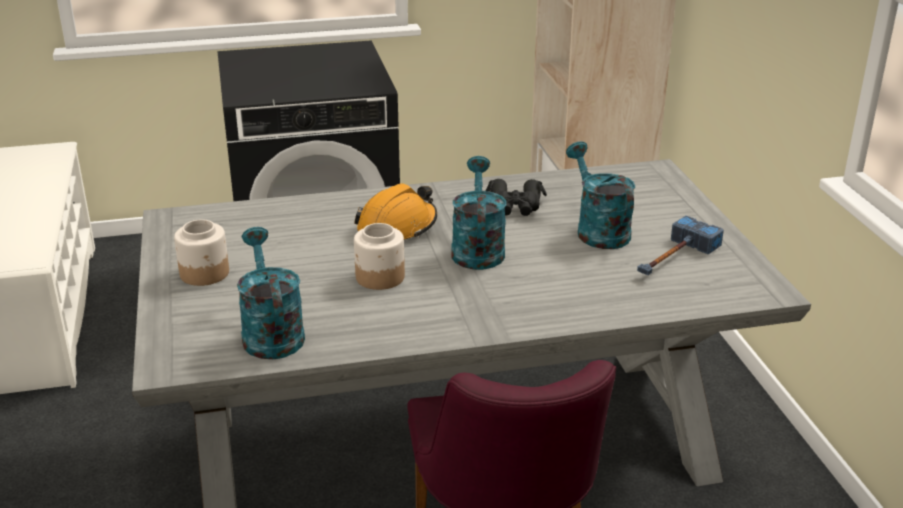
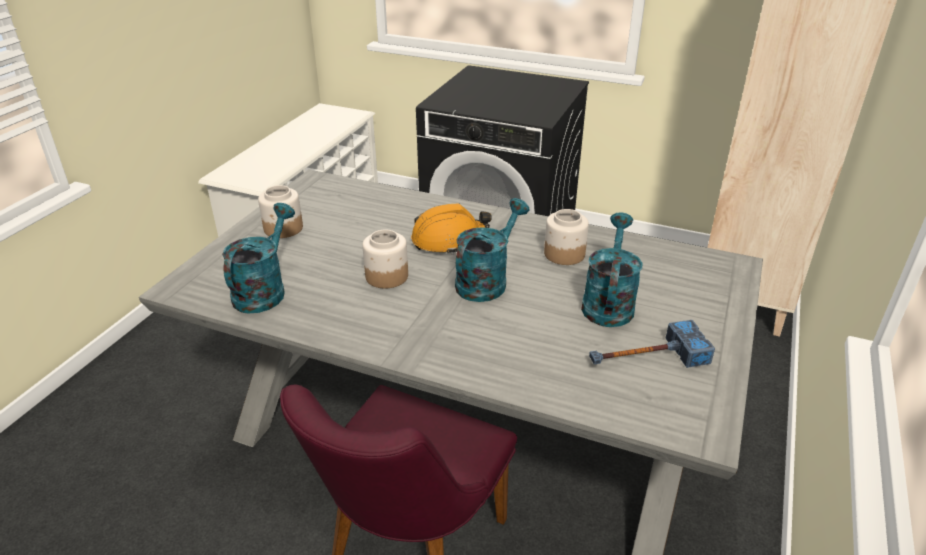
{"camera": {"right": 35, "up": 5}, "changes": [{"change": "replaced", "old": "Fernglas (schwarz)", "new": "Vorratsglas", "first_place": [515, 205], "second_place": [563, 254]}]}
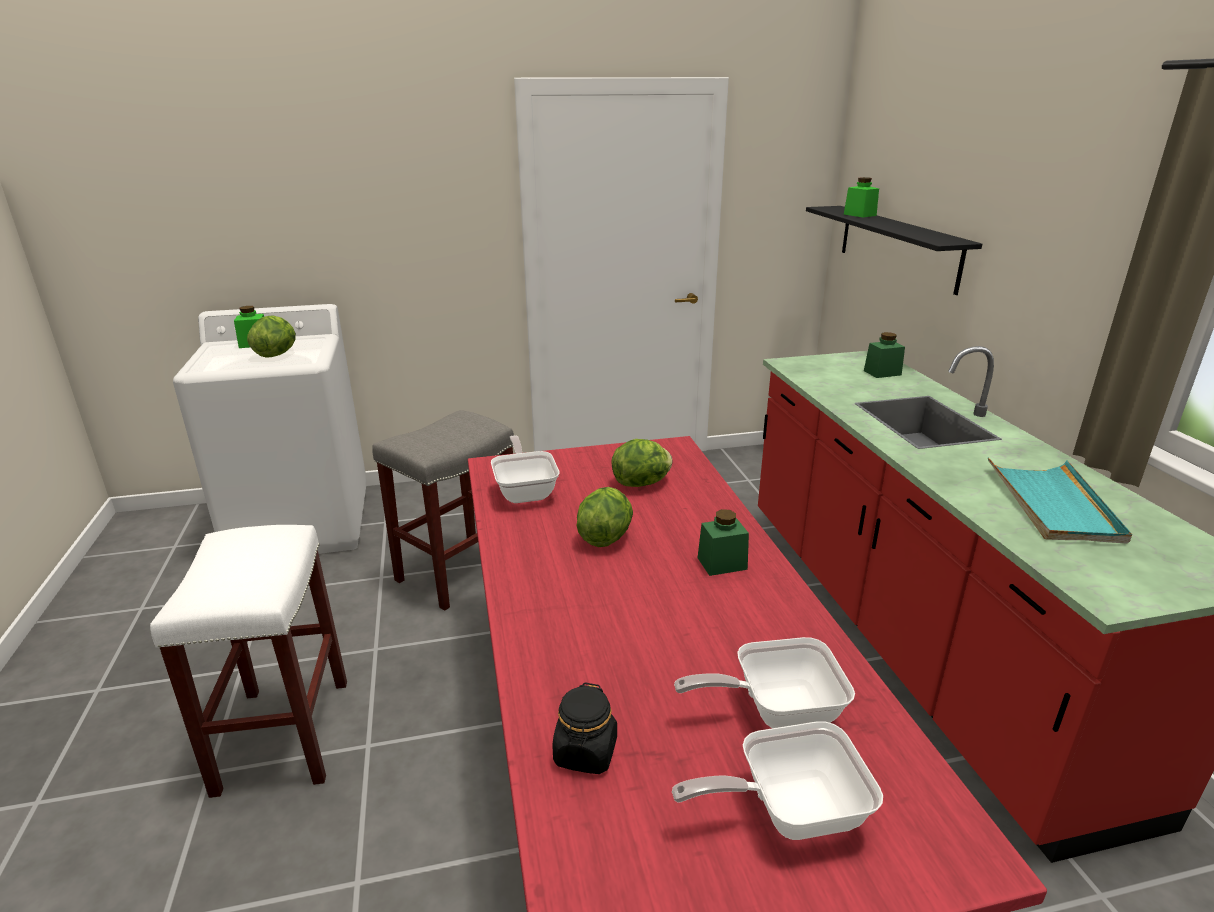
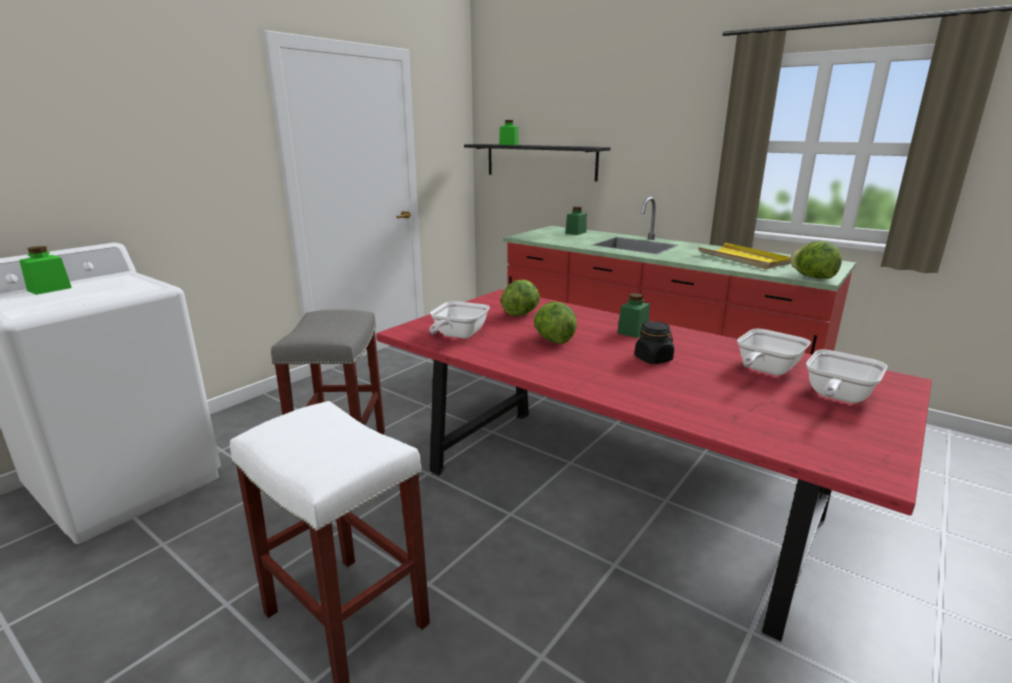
{"camera": {"right": -40, "up": -5}, "changes": [{"change": "moved", "old": "Salatkopf", "first_place": [277, 354], "second_place": [812, 277]}, {"change": "turned", "old": "Pfanne", "first_place": [525, 491], "second_place": [457, 336], "degrees": -105}, {"change": "recoloured", "old": "Tablett (türkis)", "new": "Tablett (gelb)", "first_place": [1052, 504], "second_place": [744, 259]}, {"change": "moved", "old": "Vorratsglas (schwarz)", "first_place": [585, 752], "second_place": [653, 359]}]}
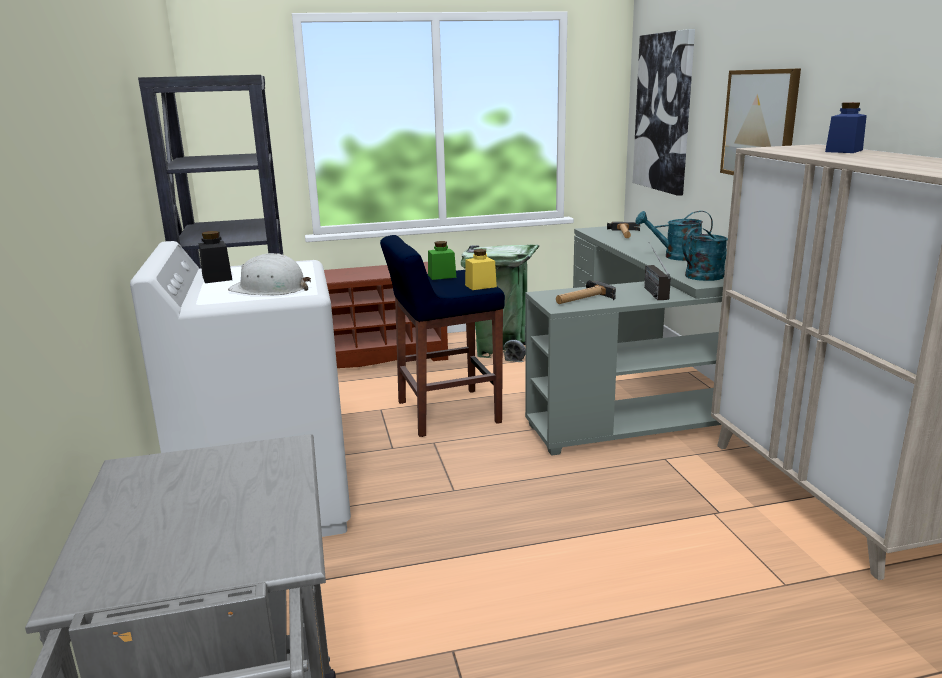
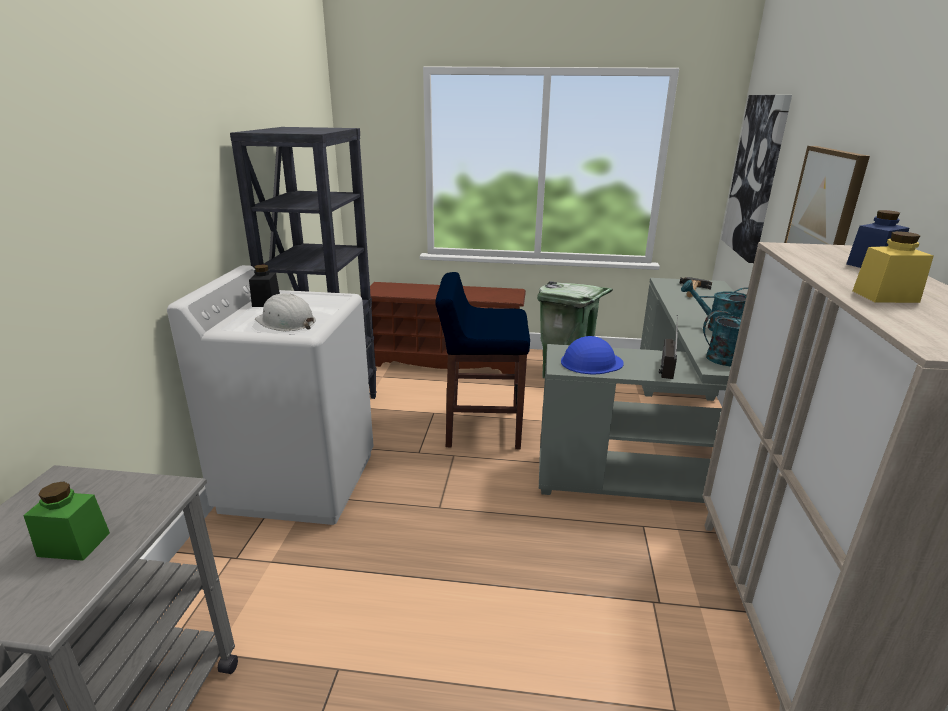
{"camera": {"right": 20, "up": 5}, "changes": [{"change": "moved", "old": "Vorratsglas (grün)", "first_place": [442, 276], "second_place": [74, 544]}, {"change": "moved", "old": "Vorratsglas (gelb)", "first_place": [480, 286], "second_place": [885, 296]}, {"change": "replaced", "old": "Hammer", "new": "Schutzhelm (blau)", "first_place": [583, 299], "second_place": [591, 362]}]}
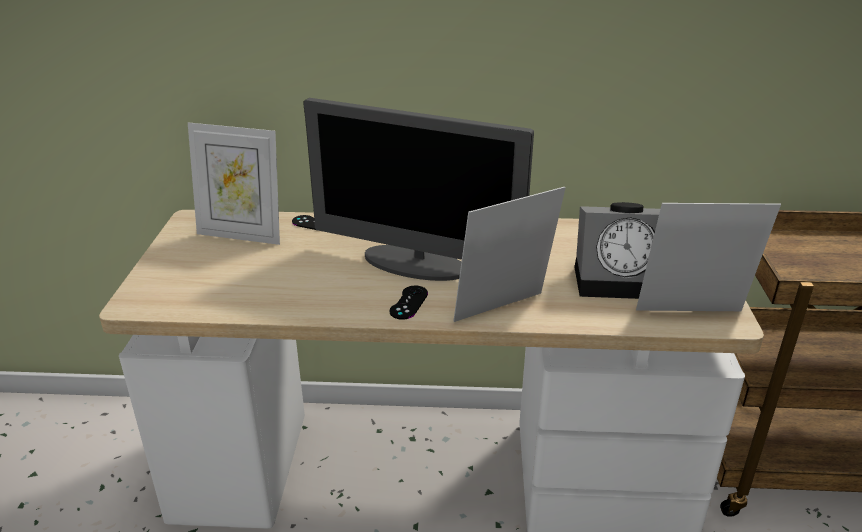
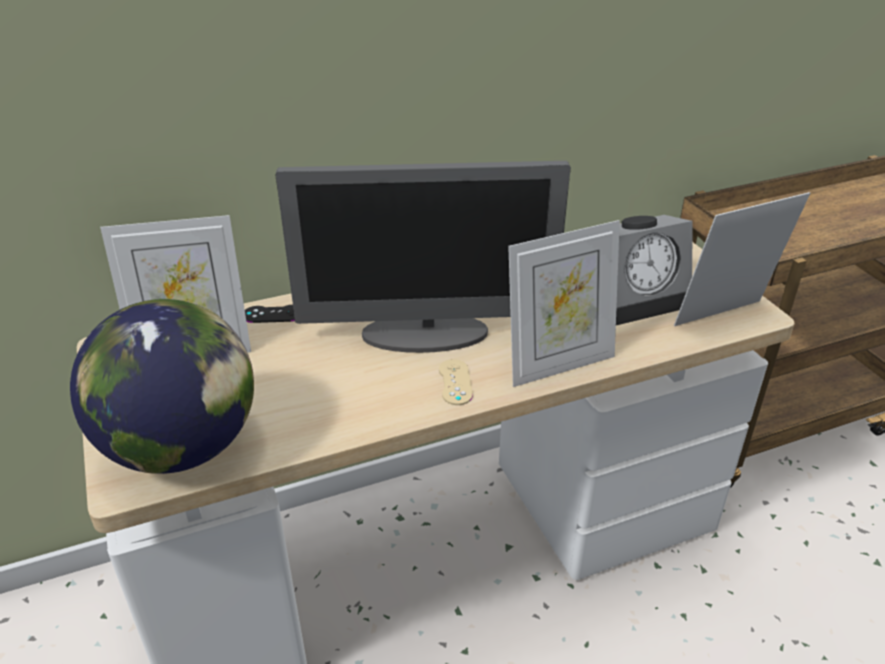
{"camera": {"right": -25, "up": 5}, "changes": [{"change": "turned", "old": "Bilderrahmen", "first_place": [504, 312], "second_place": [558, 364], "degrees": -150}, {"change": "recoloured", "old": "Gamepad (schwarz)", "new": "Gamepad (beige)", "first_place": [409, 302], "second_place": [455, 382]}, {"change": "added", "new": "Globus", "second_place": [181, 448]}]}
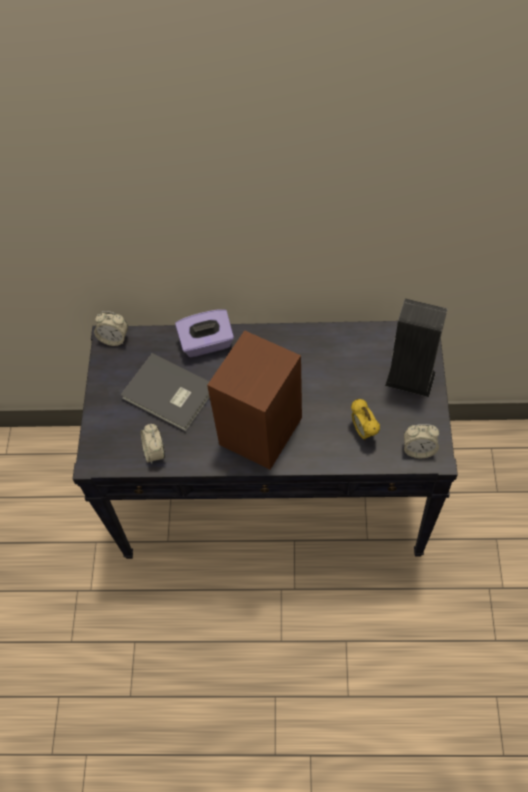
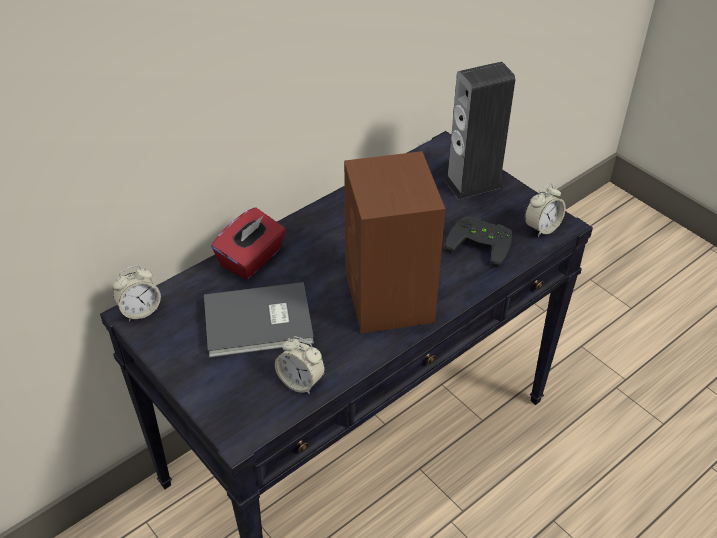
{"camera": {"right": -45, "up": -15}, "changes": [{"change": "recoloured", "old": "Taschentuchbox (lila)", "new": "Taschentuchbox (rot)", "first_place": [207, 343], "second_place": [252, 259]}, {"change": "replaced", "old": "Wecker", "new": "Gamepad (schwarz)", "first_place": [363, 431], "second_place": [481, 242]}]}
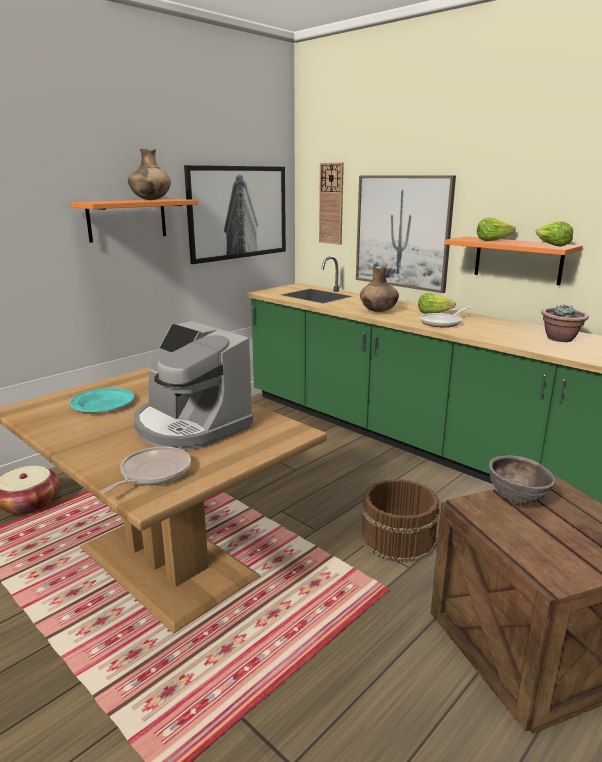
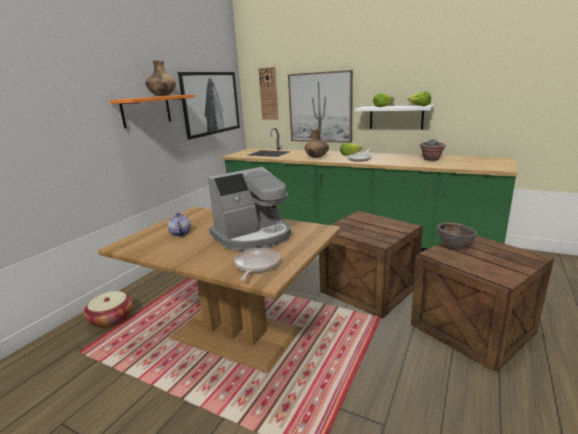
{"camera": {"right": -15, "up": 0}, "changes": [{"change": "recoloured", "old": "Wandregal (orange)", "new": "Wandregal (weiß)", "first_place": [518, 260], "second_place": [396, 117]}, {"change": "turned", "old": "Kaffeemaschine", "first_place": [190, 426], "second_place": [253, 236], "degrees": -60}, {"change": "replaced", "old": "Teller (türkis)", "new": "Teekanne", "first_place": [102, 404], "second_place": [180, 233]}, {"change": "replaced", "old": "Eimer (braun)", "new": "Kiste", "first_place": [397, 538], "second_place": [368, 289]}]}
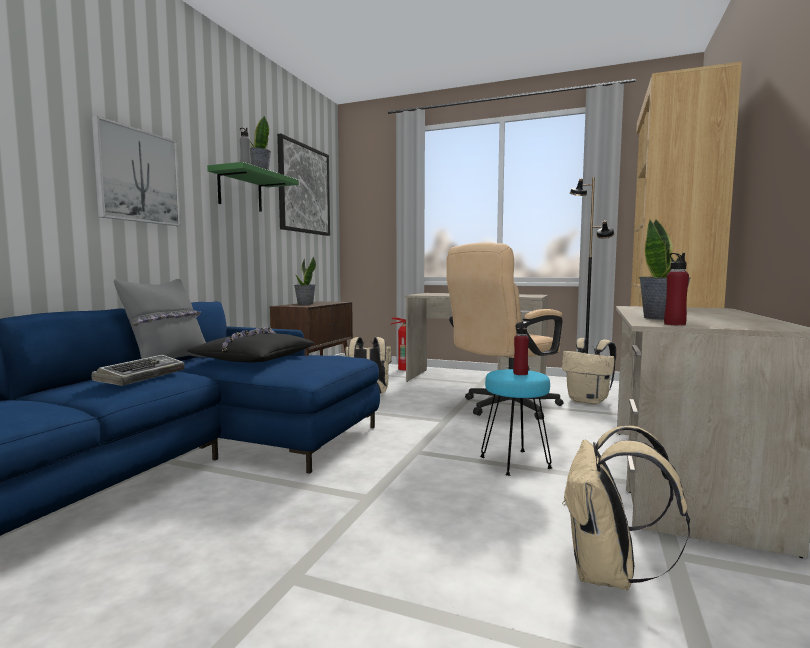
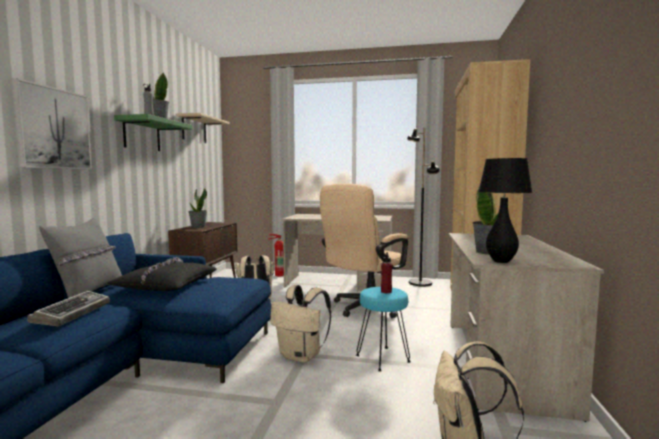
{"camera": {"right": -10, "up": 0}, "changes": [{"change": "replaced", "old": "Bild", "new": "Wandregal (beige)", "first_place": [304, 189], "second_place": [194, 129]}, {"change": "replaced", "old": "Flasche (rot)", "new": "Tischlampe (schwarz)", "first_place": [674, 324], "second_place": [501, 261]}, {"change": "moved", "old": "Rucksack (beige)", "first_place": [589, 401], "second_place": [301, 356]}]}
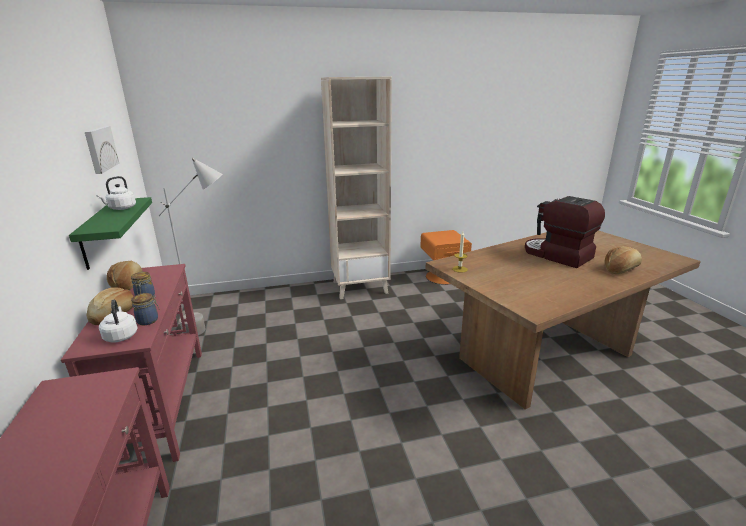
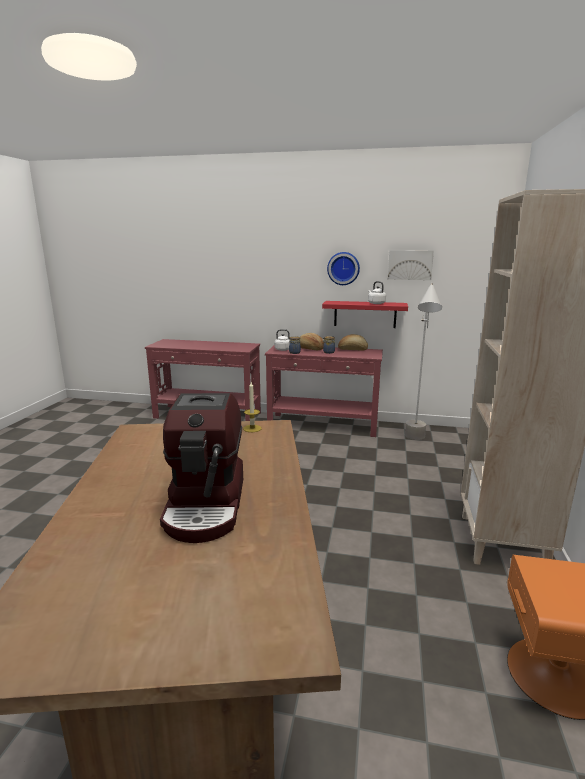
{"camera": {"right": 115, "up": -5}, "changes": [{"change": "turned", "old": "Kaffeemaschine", "first_place": [557, 255], "second_place": [207, 505], "degrees": 105}, {"change": "recoloured", "old": "Wandregal (grün)", "new": "Wandregal (rot)", "first_place": [98, 233], "second_place": [365, 314]}, {"change": "removed", "old": "Brot", "first_place": [621, 269]}, {"change": "added", "new": "Wanduhr", "second_place": [343, 268]}]}
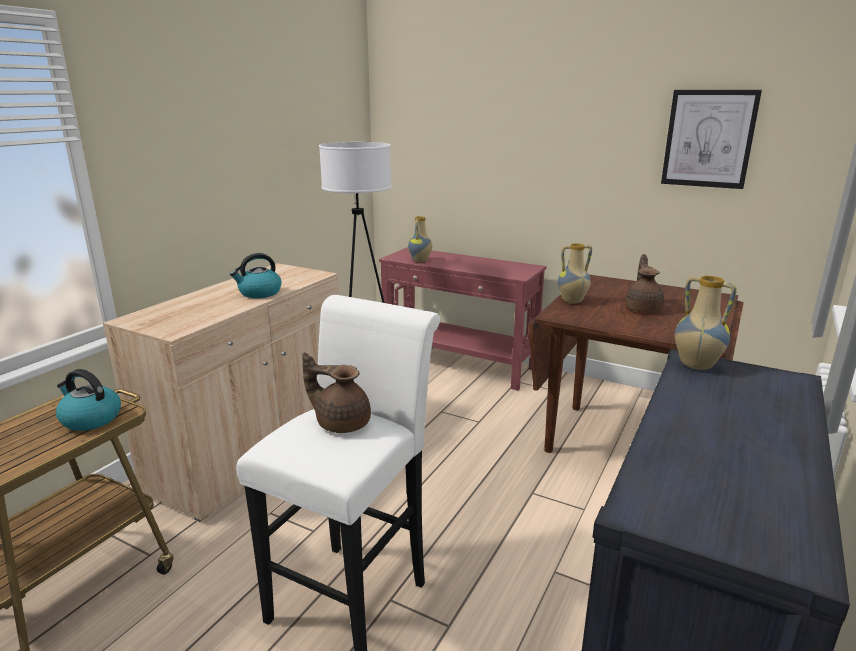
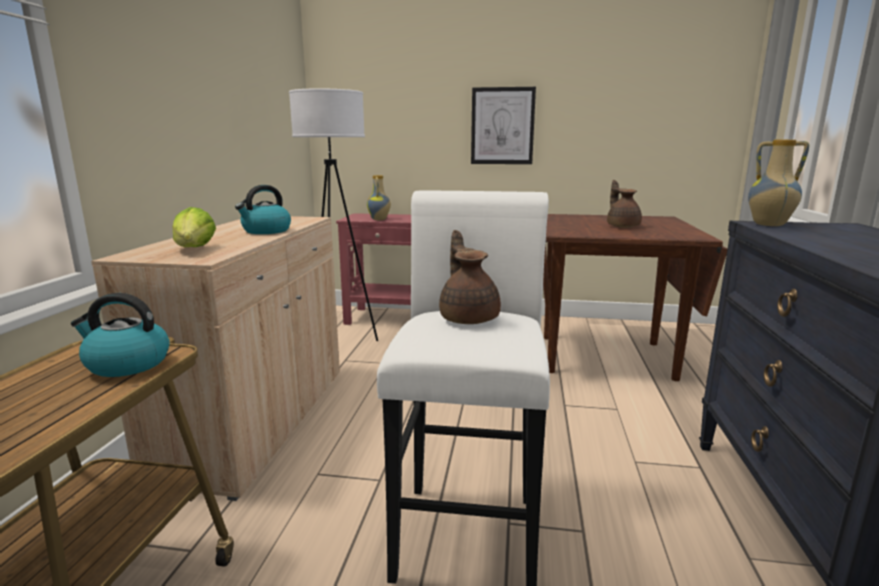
{"camera": {"right": -20, "up": -5}, "changes": [{"change": "moved", "old": "Bild", "first_place": [708, 139], "second_place": [502, 126]}, {"change": "removed", "old": "Vase", "first_place": [572, 301]}, {"change": "turned", "old": "Teekanne (braun)", "first_place": [341, 423], "second_place": [469, 318], "degrees": 75}, {"change": "added", "new": "Salatkopf", "second_place": [194, 249]}]}
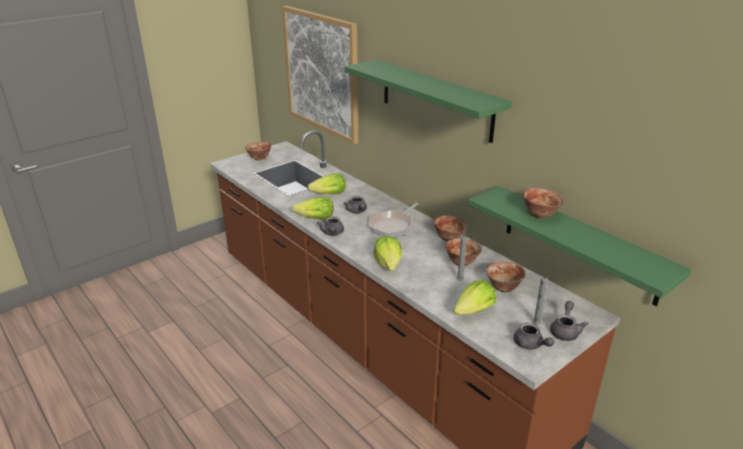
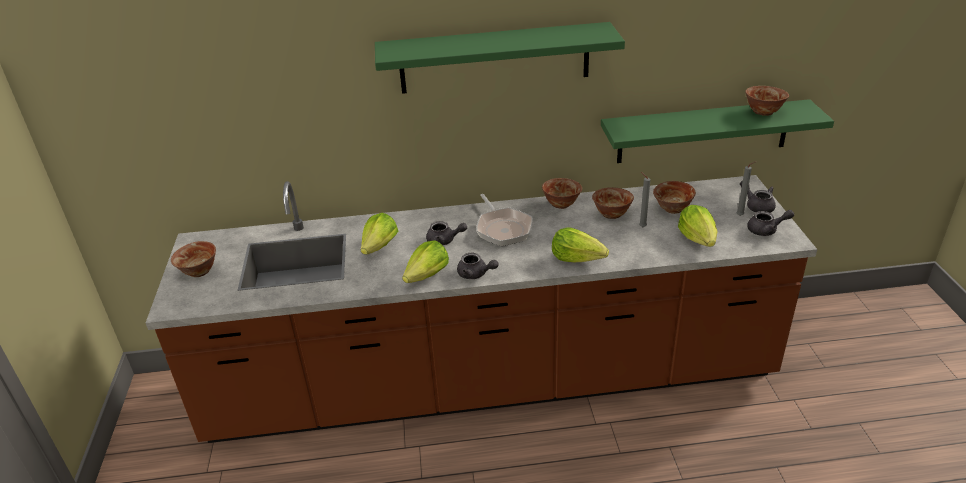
{"camera": {"right": -55, "up": 5}, "changes": [{"change": "removed", "old": "Bild", "first_place": [322, 73]}, {"change": "moved", "old": "Schüssel", "first_place": [540, 214], "second_place": [763, 112]}]}
